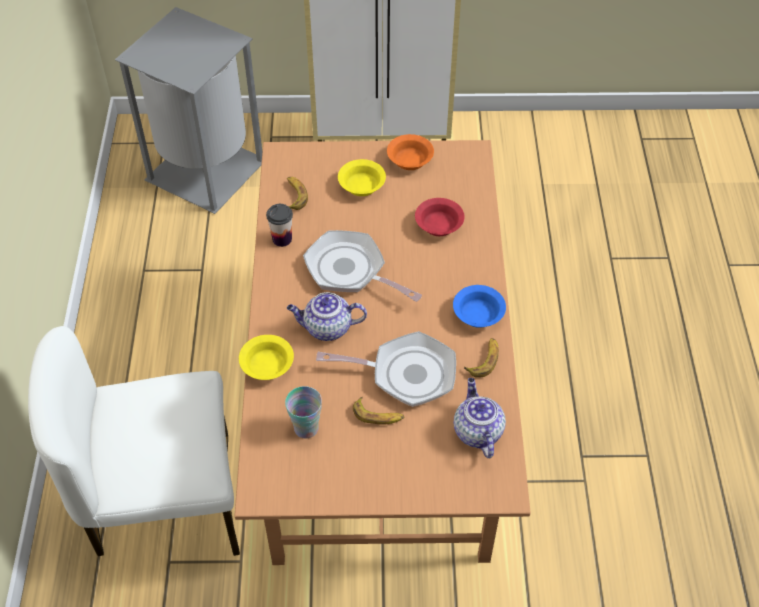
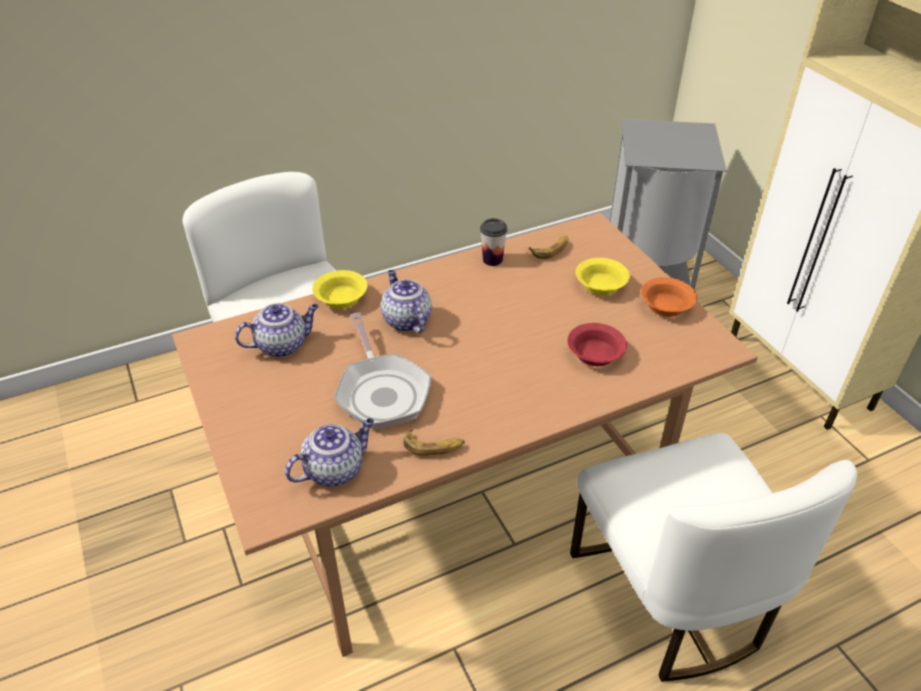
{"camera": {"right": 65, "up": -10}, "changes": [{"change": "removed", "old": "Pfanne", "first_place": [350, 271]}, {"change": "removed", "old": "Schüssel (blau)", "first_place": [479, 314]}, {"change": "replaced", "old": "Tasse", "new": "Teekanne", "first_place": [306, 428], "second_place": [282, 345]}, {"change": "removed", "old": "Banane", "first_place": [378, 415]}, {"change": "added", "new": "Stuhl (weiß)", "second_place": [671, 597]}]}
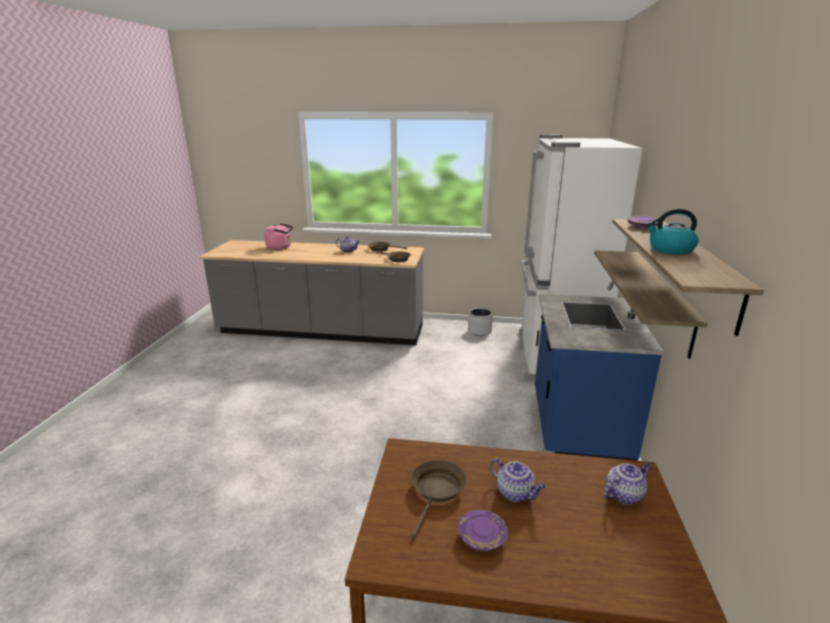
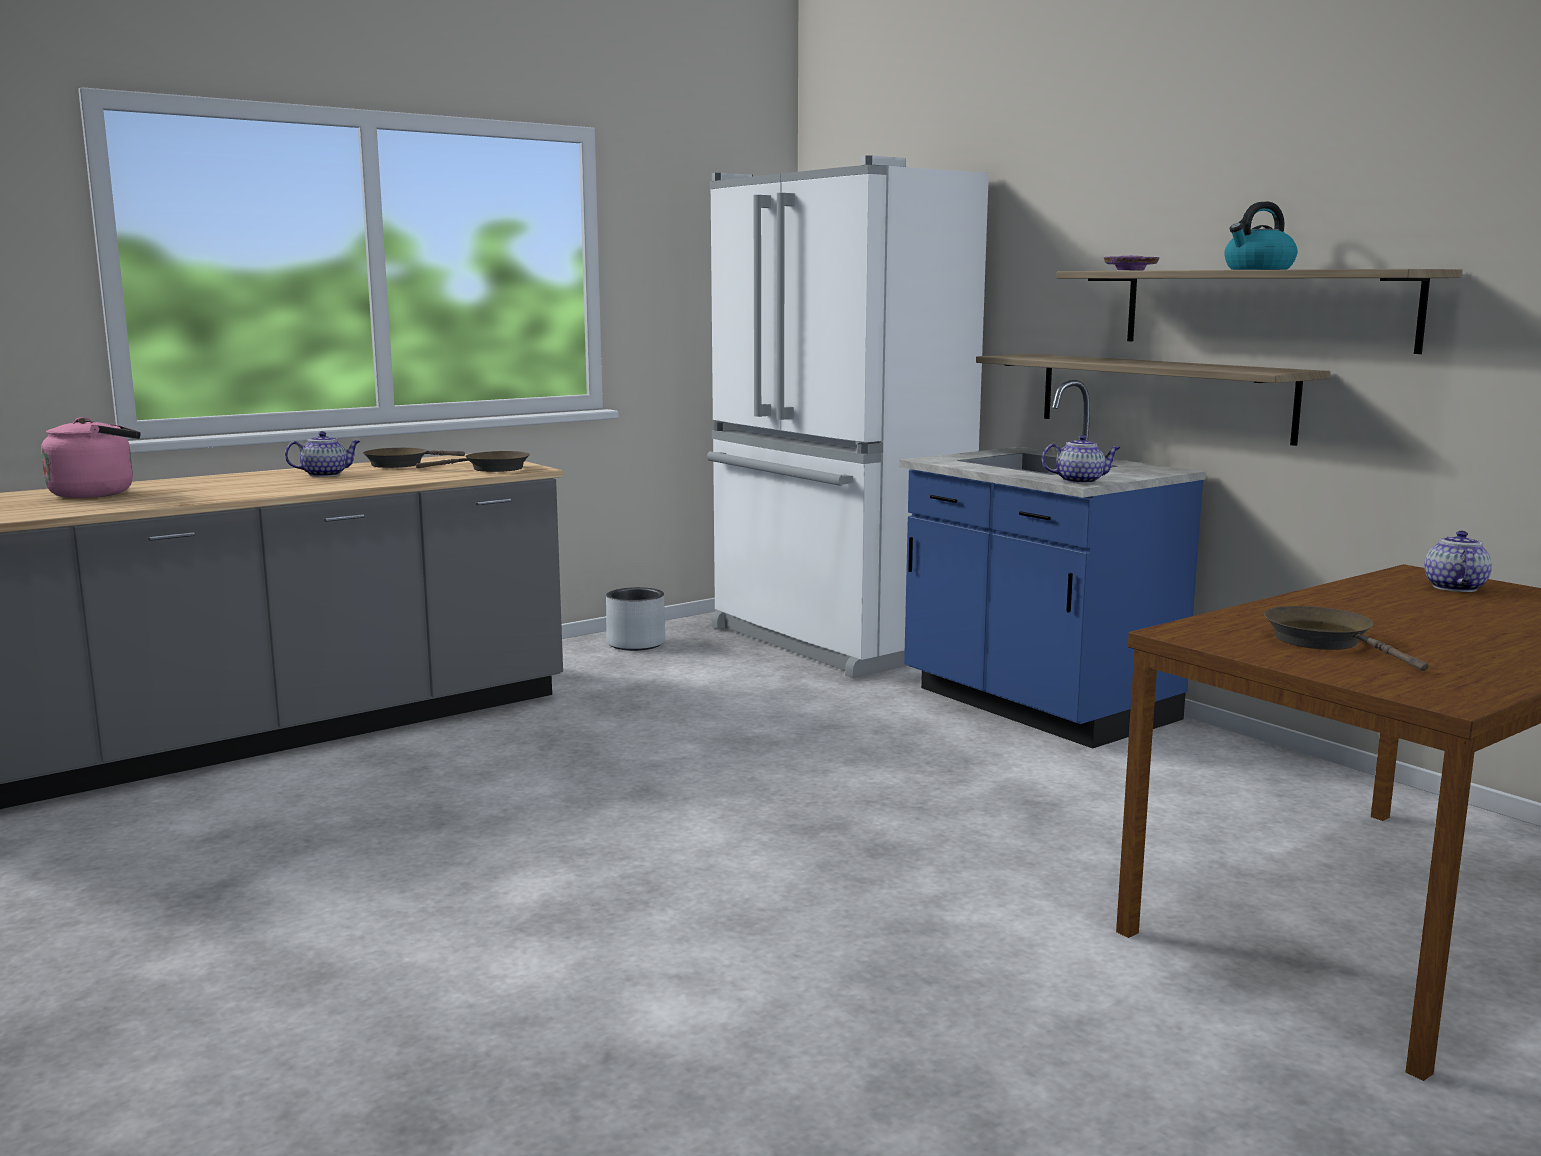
{"camera": {"right": -45, "up": -10}, "changes": [{"change": "moved", "old": "Teekanne", "first_place": [515, 493], "second_place": [1080, 481]}, {"change": "removed", "old": "Teller (lila)", "first_place": [482, 537]}]}
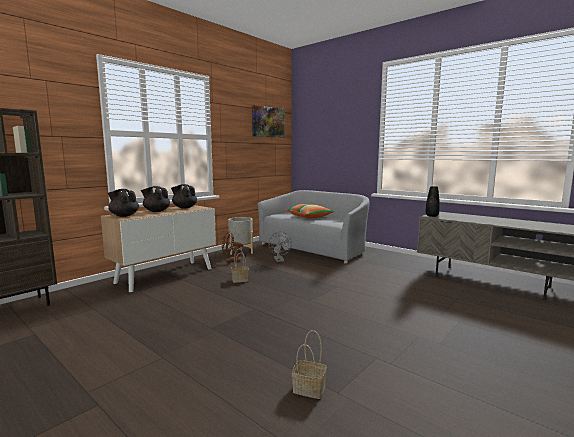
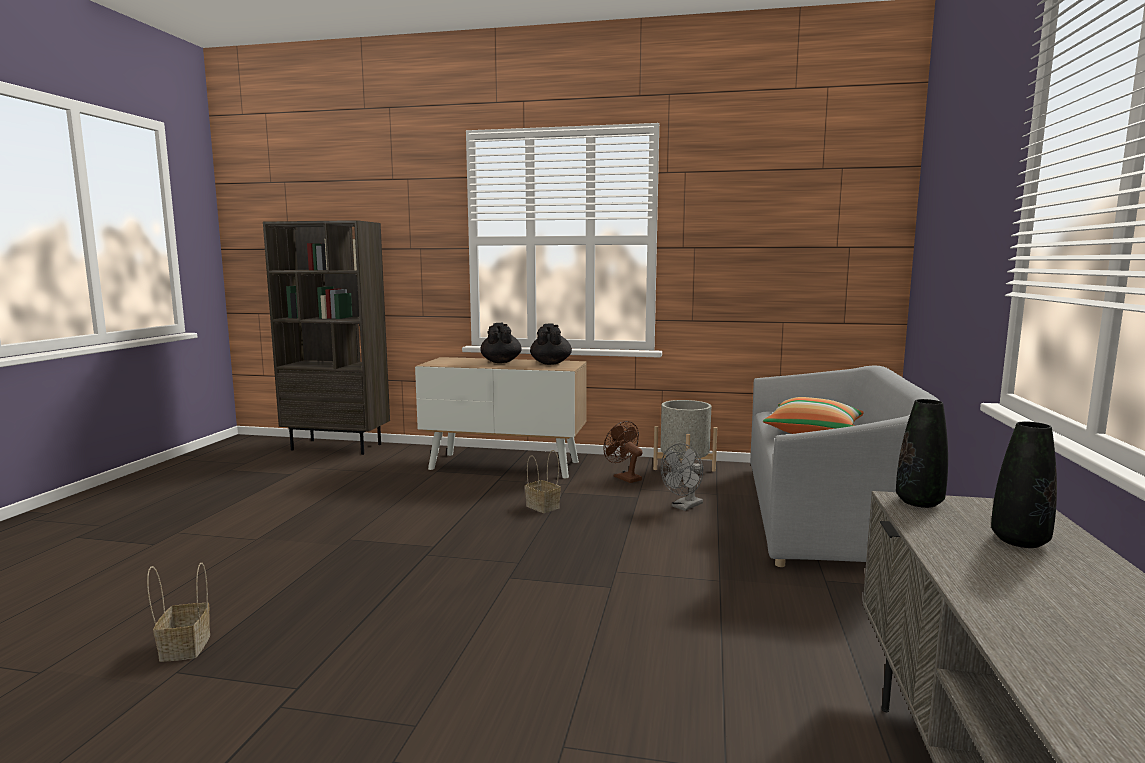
{"camera": {"right": 60, "up": 0}, "changes": [{"change": "removed", "old": "Bild", "first_place": [268, 122]}, {"change": "removed", "old": "Teekanne (schwarz)", "first_place": [124, 215]}, {"change": "added", "new": "Vase (schwarz)", "second_place": [1019, 541]}]}
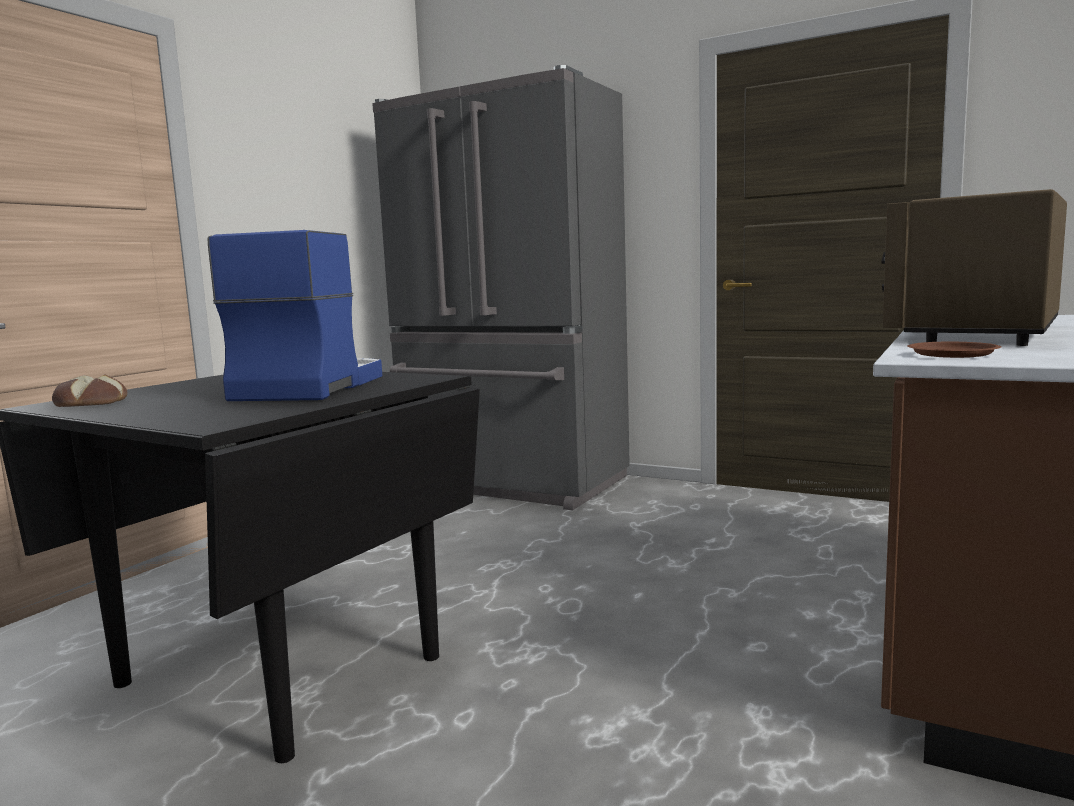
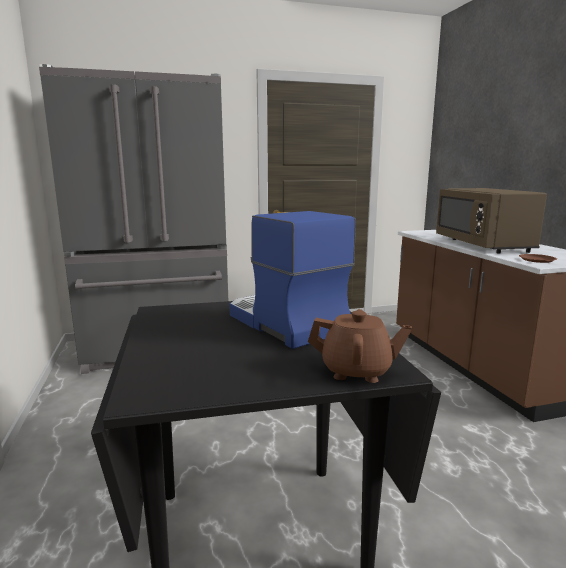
{"camera": {"right": -45, "up": 5}, "changes": [{"change": "removed", "old": "Brot", "first_place": [90, 403]}, {"change": "added", "new": "Teekanne (braun)", "second_place": [357, 371]}]}
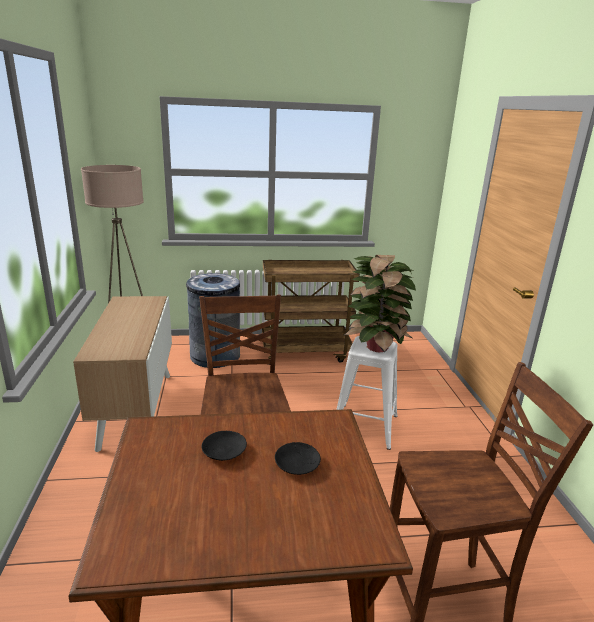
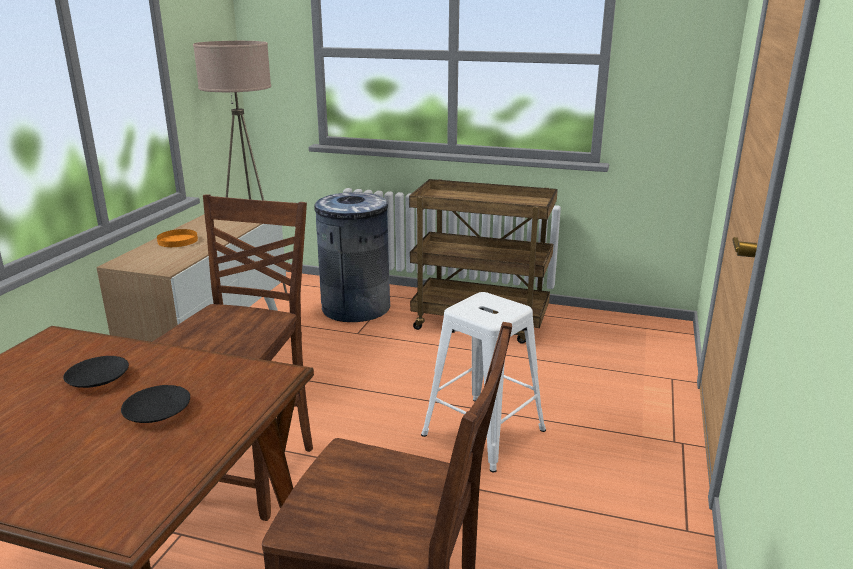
{"camera": {"right": 25, "up": 0}, "changes": [{"change": "removed", "old": "Topfpflanze", "first_place": [377, 346]}, {"change": "added", "new": "Teller (orange)", "second_place": [178, 240]}]}
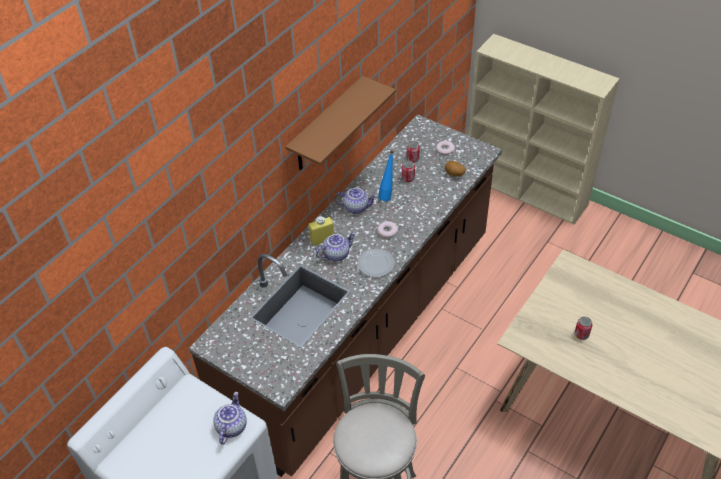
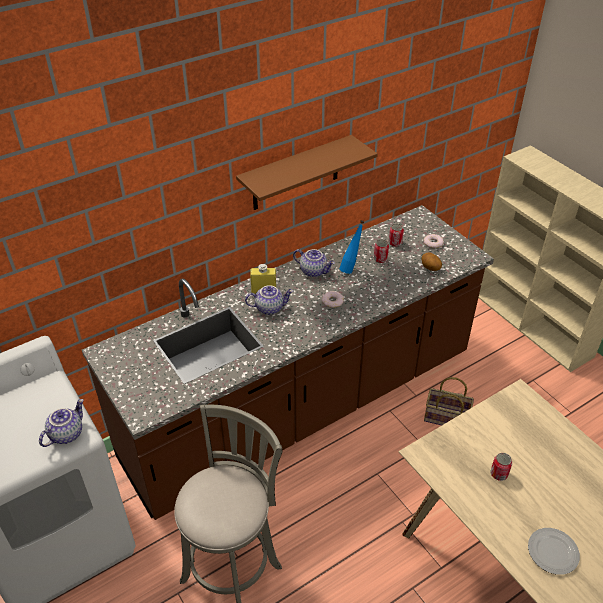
{"camera": {"right": 20, "up": -5}, "changes": [{"change": "moved", "old": "Teller", "first_place": [376, 264], "second_place": [553, 552]}, {"change": "added", "new": "Korb", "second_place": [445, 418]}]}
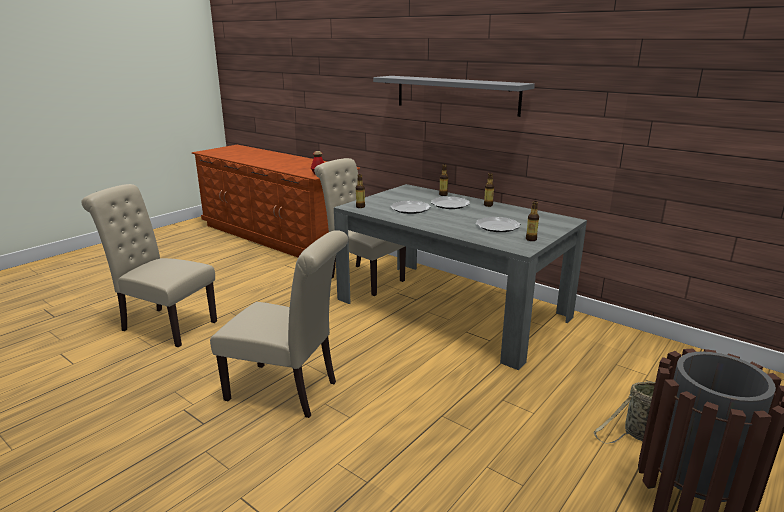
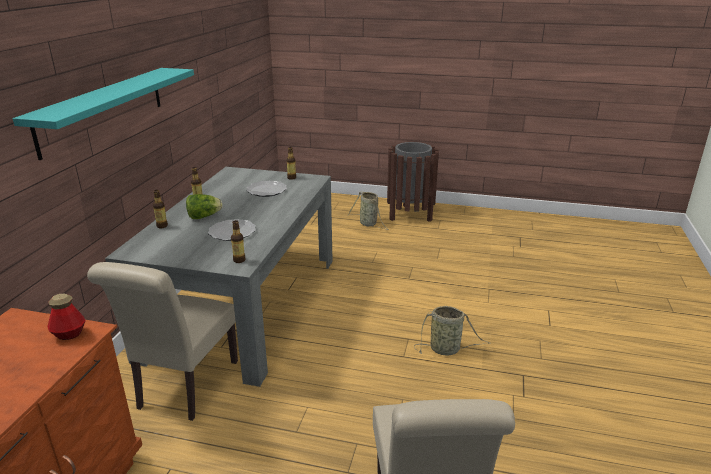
{"camera": {"right": -115, "up": 5}, "changes": [{"change": "recoloured", "old": "Wandregal (grau)", "new": "Wandregal (türkis)", "first_place": [456, 95], "second_place": [103, 109]}, {"change": "replaced", "old": "Teller", "new": "Salatkopf", "first_place": [450, 204], "second_place": [204, 216]}, {"change": "replaced", "old": "Stuhl (beige)", "new": "Korb", "first_place": [288, 391], "second_place": [447, 349]}]}
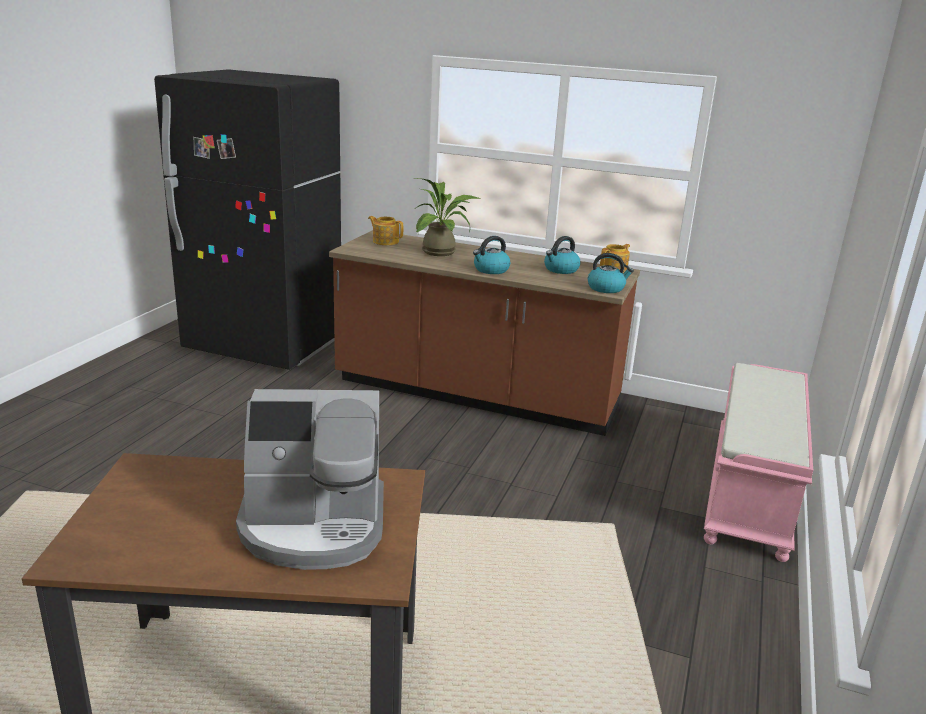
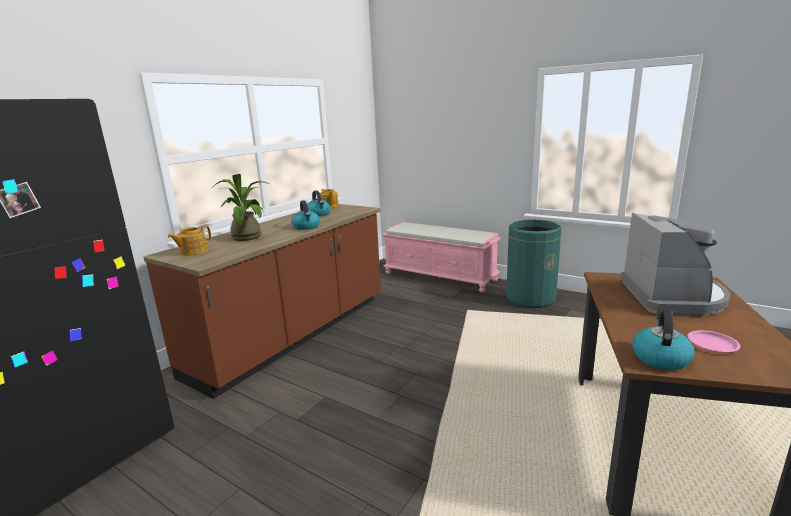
{"camera": {"right": -75, "up": -5}, "changes": [{"change": "moved", "old": "Wasserkessel", "first_place": [606, 288], "second_place": [660, 358]}, {"change": "added", "new": "Mülleimer (grün)", "second_place": [530, 298]}, {"change": "added", "new": "Teller (rosa)", "second_place": [712, 344]}]}
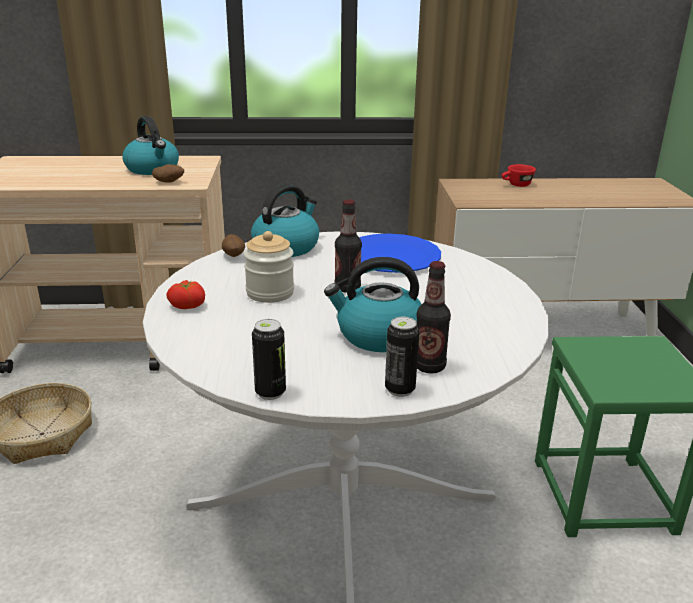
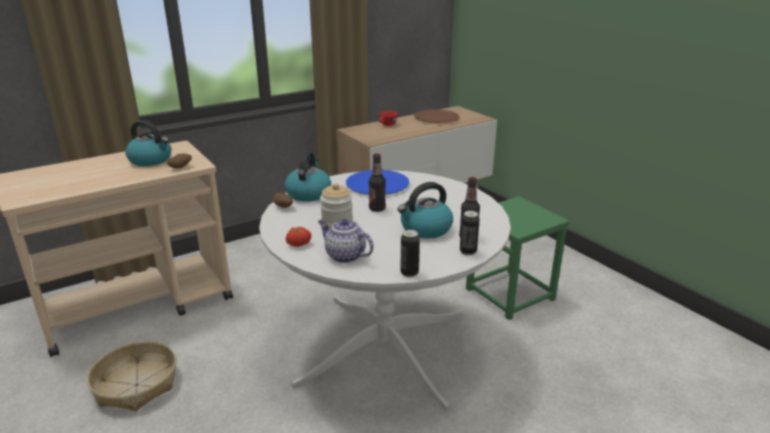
{"camera": {"right": -30, "up": 0}, "changes": [{"change": "added", "new": "Teller (braun)", "second_place": [436, 118]}, {"change": "added", "new": "Teekanne", "second_place": [344, 255]}]}
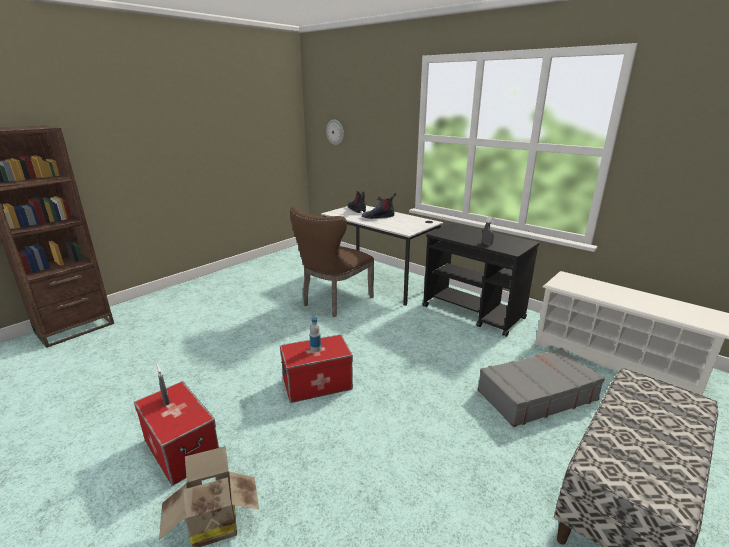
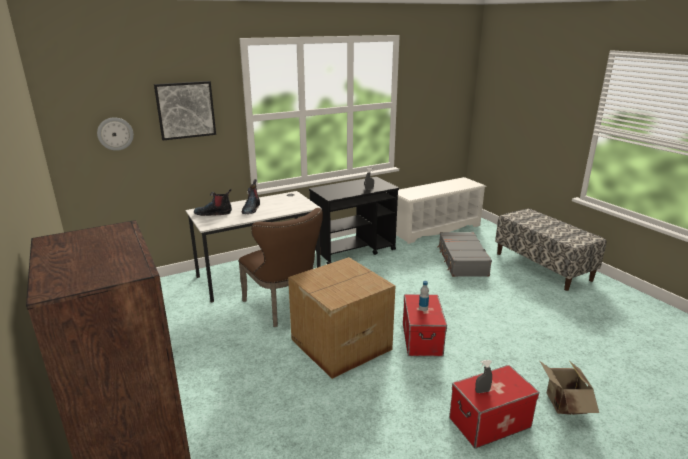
{"camera": {"right": -70, "up": 0}, "changes": [{"change": "added", "new": "Bild", "second_place": [185, 110]}, {"change": "added", "new": "Karton", "second_place": [339, 344]}]}
